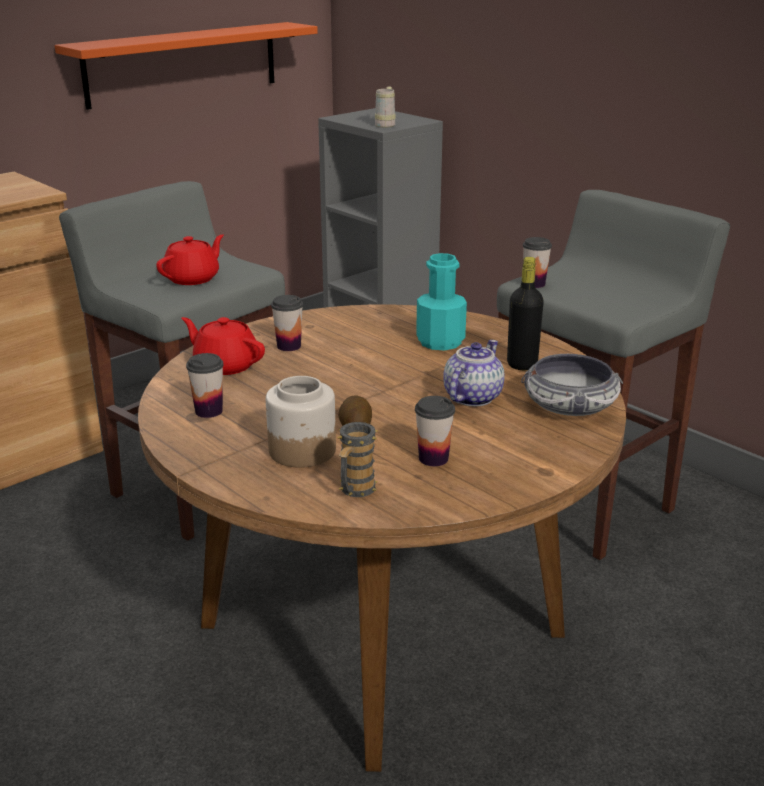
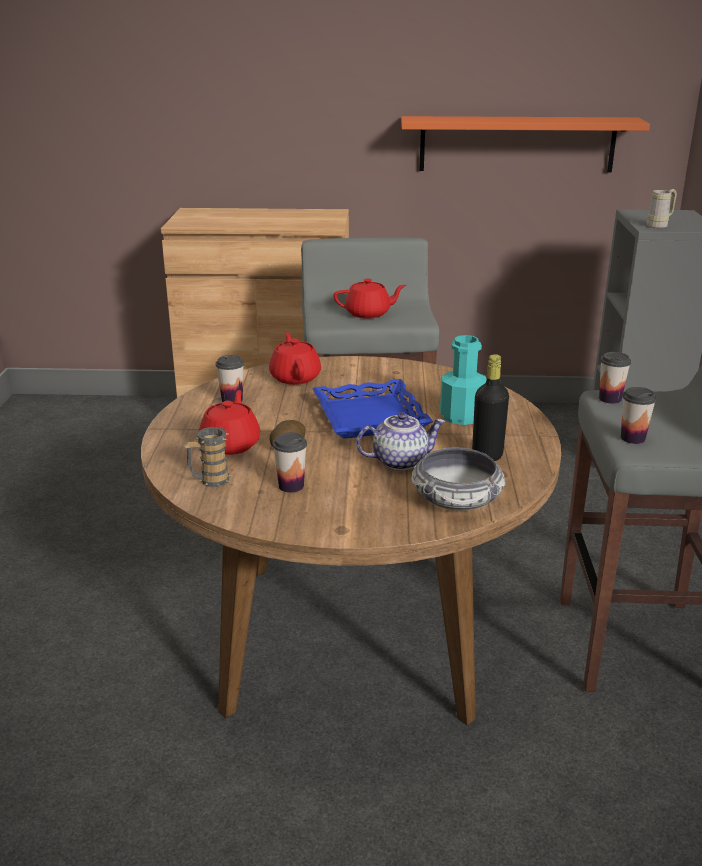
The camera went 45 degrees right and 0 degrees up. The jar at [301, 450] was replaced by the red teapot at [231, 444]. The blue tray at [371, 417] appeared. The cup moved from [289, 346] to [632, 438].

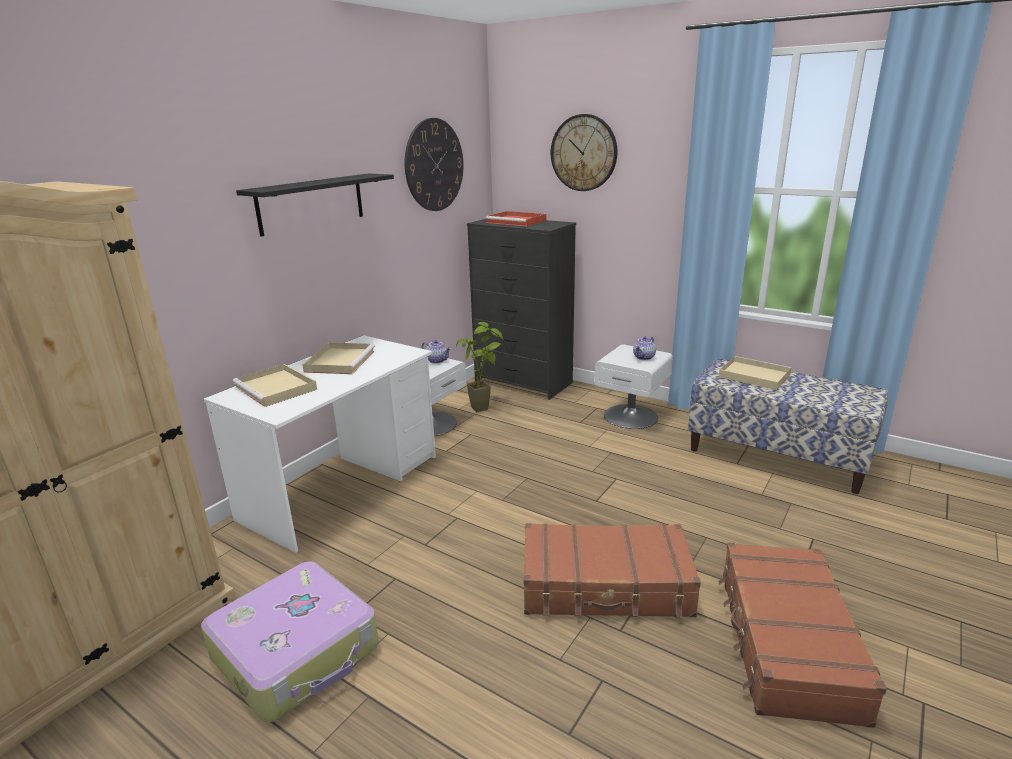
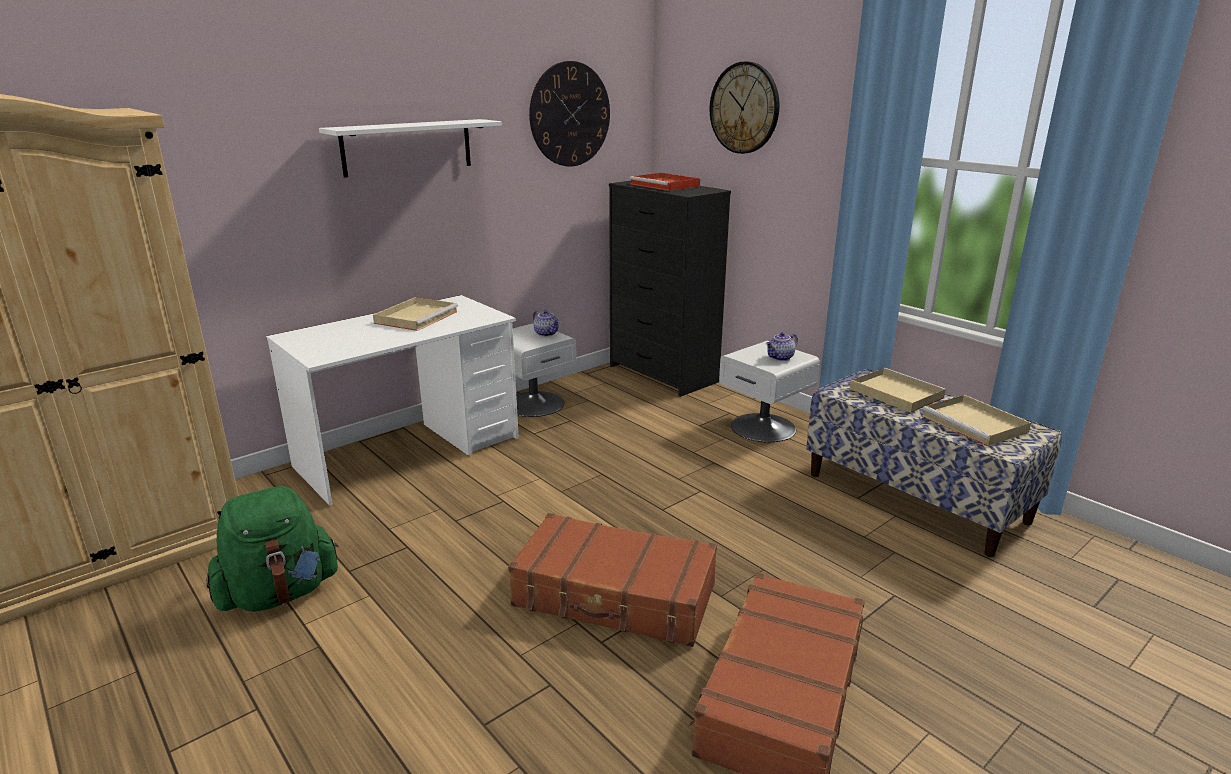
The camera went 15 degrees right and 0 degrees up. The suitcase at [297, 652] was replaced by the green backpack at [280, 593]. The black shelf at [311, 203] became the white shelf at [407, 147]. The beige tray moved from [277, 388] to [976, 424]. The potted plant at [486, 408] disappeared.

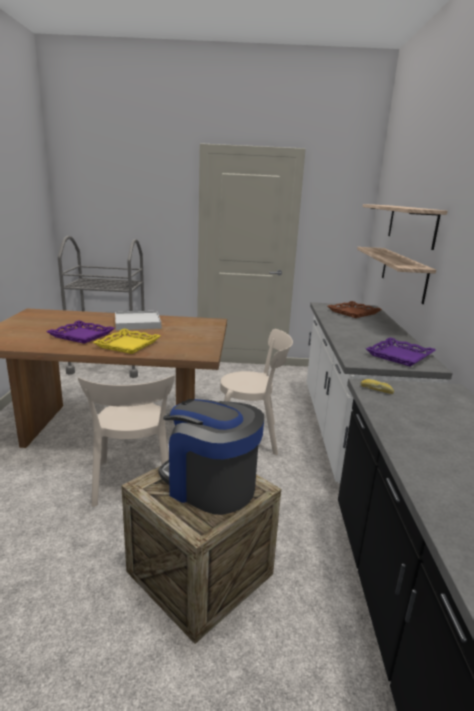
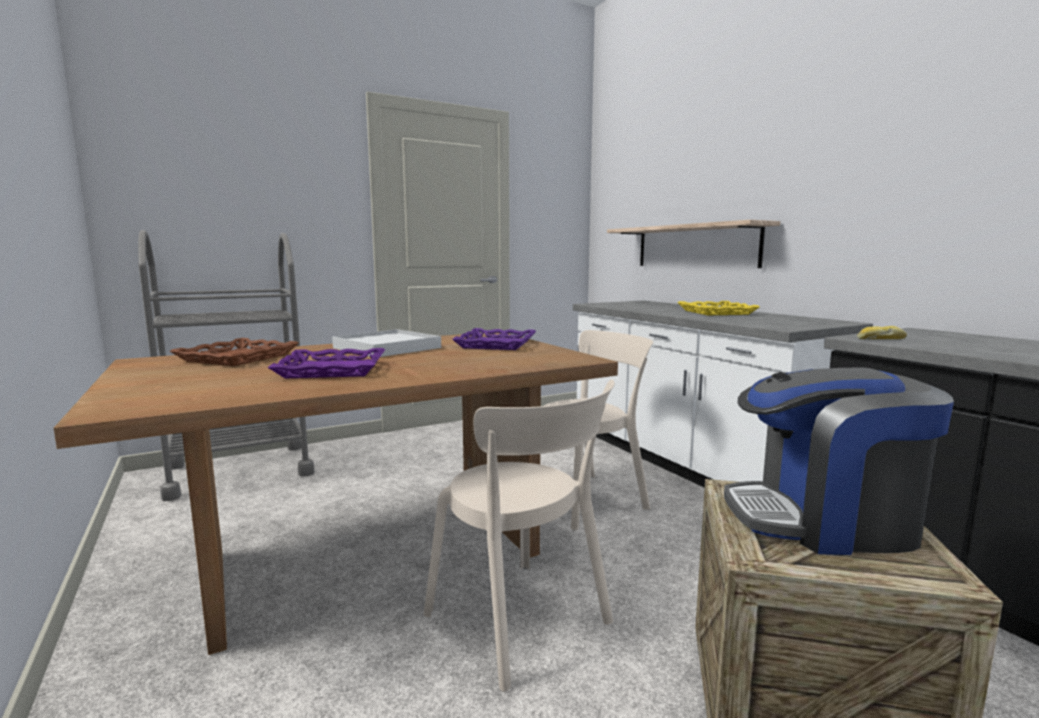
The camera went 30 degrees left and 10 degrees down. The brown tray moved from [354, 313] to [238, 358]. The purple tray moved from [400, 356] to [497, 344]. The yellow tray moved from [128, 345] to [716, 312]. The shelf at [411, 225] disappeared.

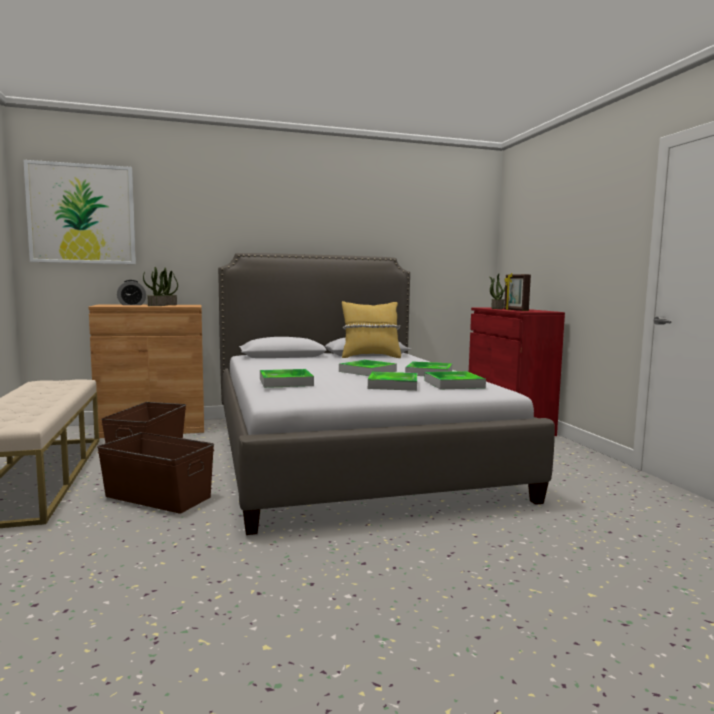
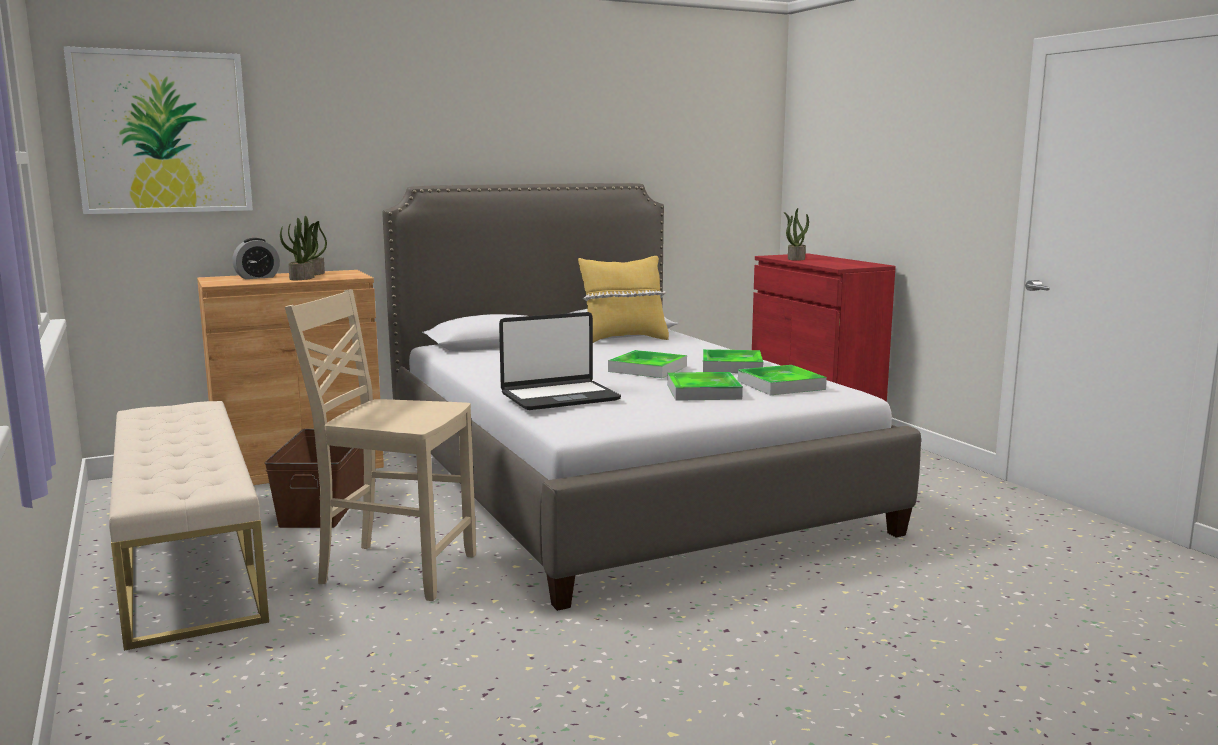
The camera went 10 degrees left and 5 degrees up. The brown storage box at [158, 496] was replaced by the beige chair at [395, 570]. The tray at [286, 382] was replaced by the laptop at [559, 397]. The picture frame at [515, 310] disappeared.

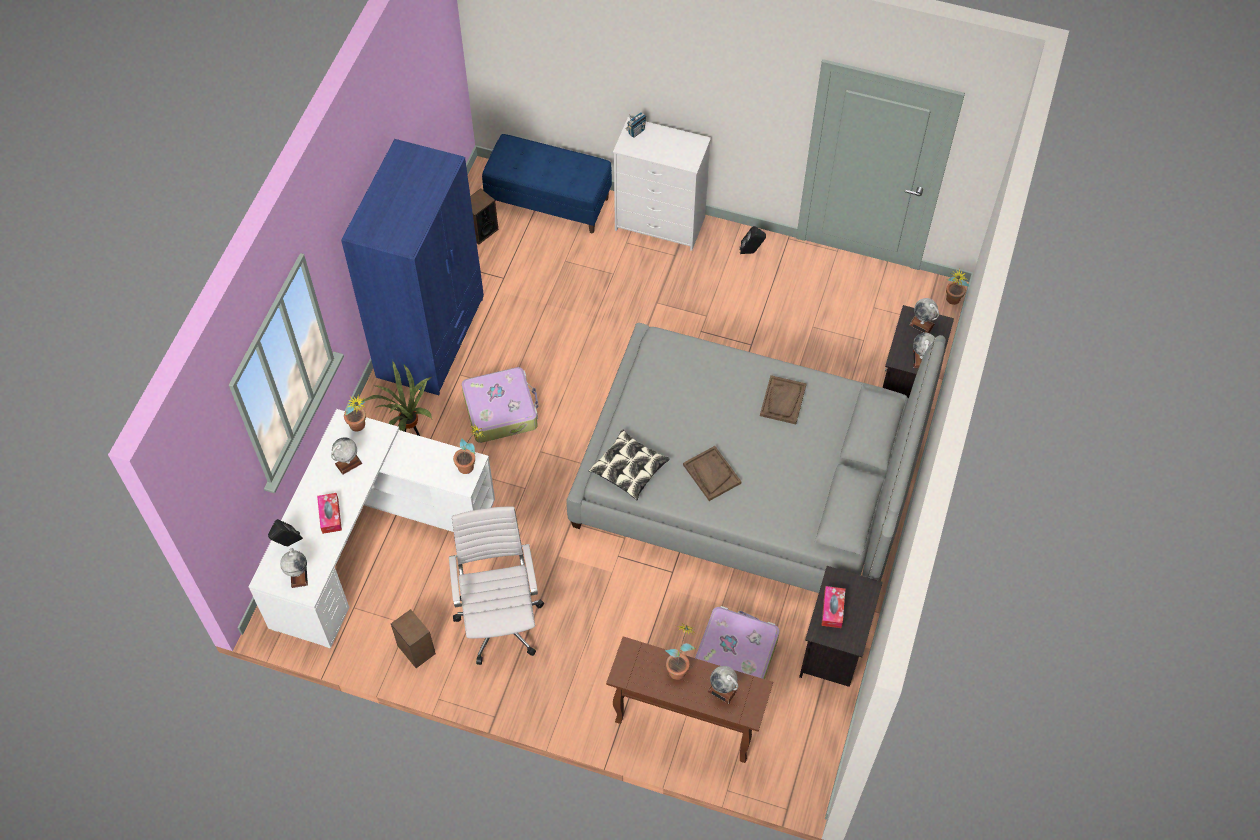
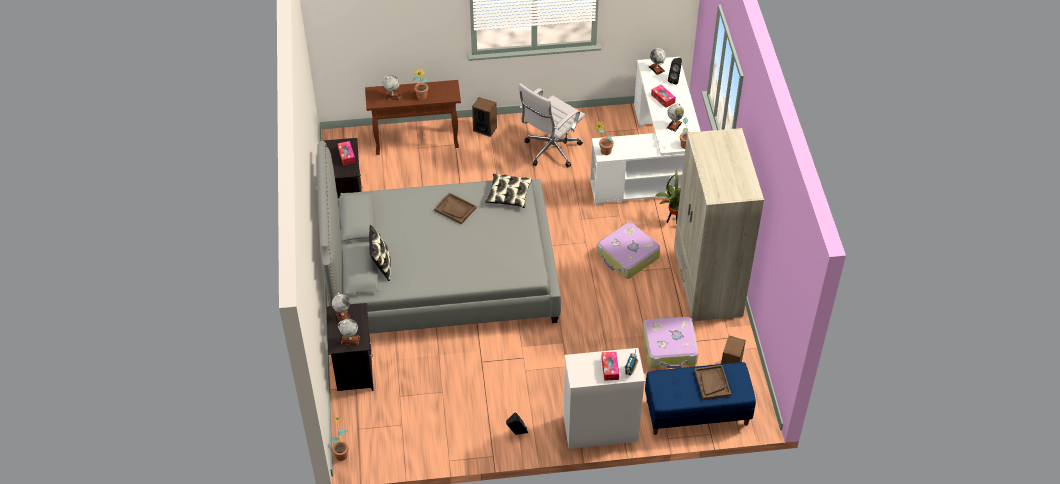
The camera went 155 degrees right and 10 degrees down. The pillow at [381, 265] appeared. The speaker moved from [416, 650] to [485, 129]. The white office chair at [500, 620] turned 75 degrees clockwise. The tissue box at [610, 368] appeared. The suitcase moved from [735, 654] to [670, 348]. The blue wardrobe at [431, 338] became the beige wardrobe at [707, 283]. The brown tray moved from [783, 401] to [712, 383].

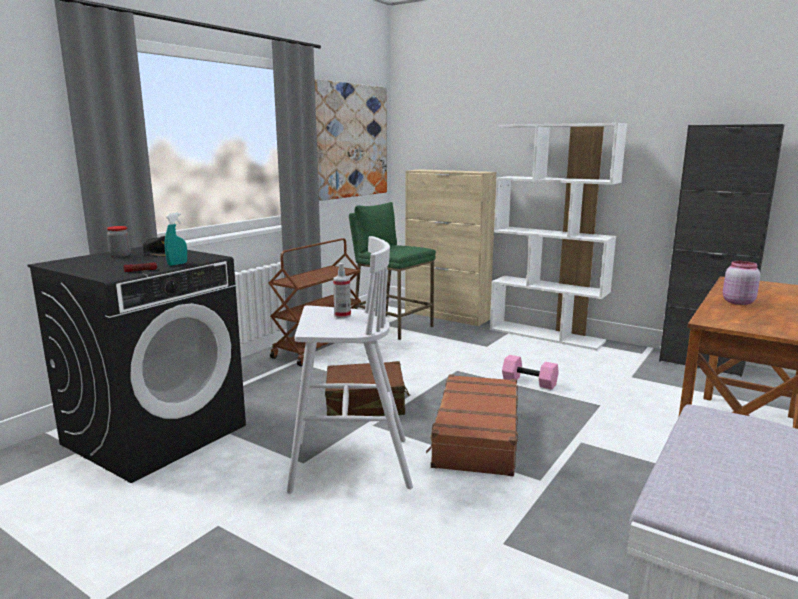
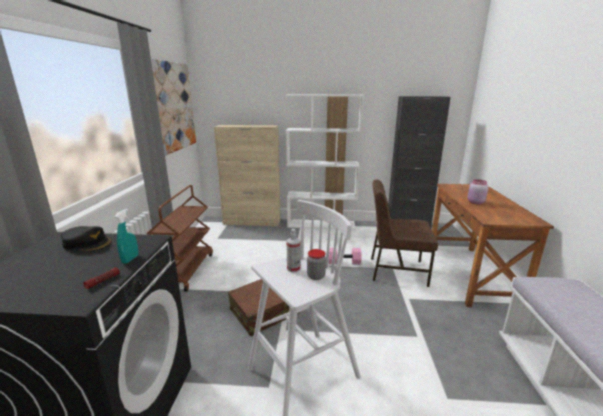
The camera went 30 degrees left and 5 degrees up. The jar moved from [120, 255] to [316, 276]. The brown chair at [396, 271] appeared. The green stool at [392, 326] disappeared. The brown suitcase at [475, 436] disappeared.

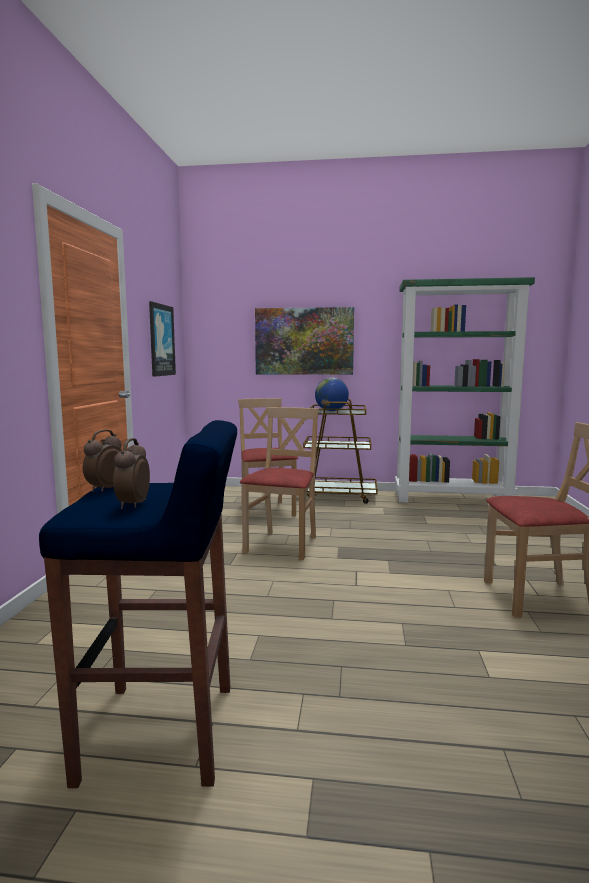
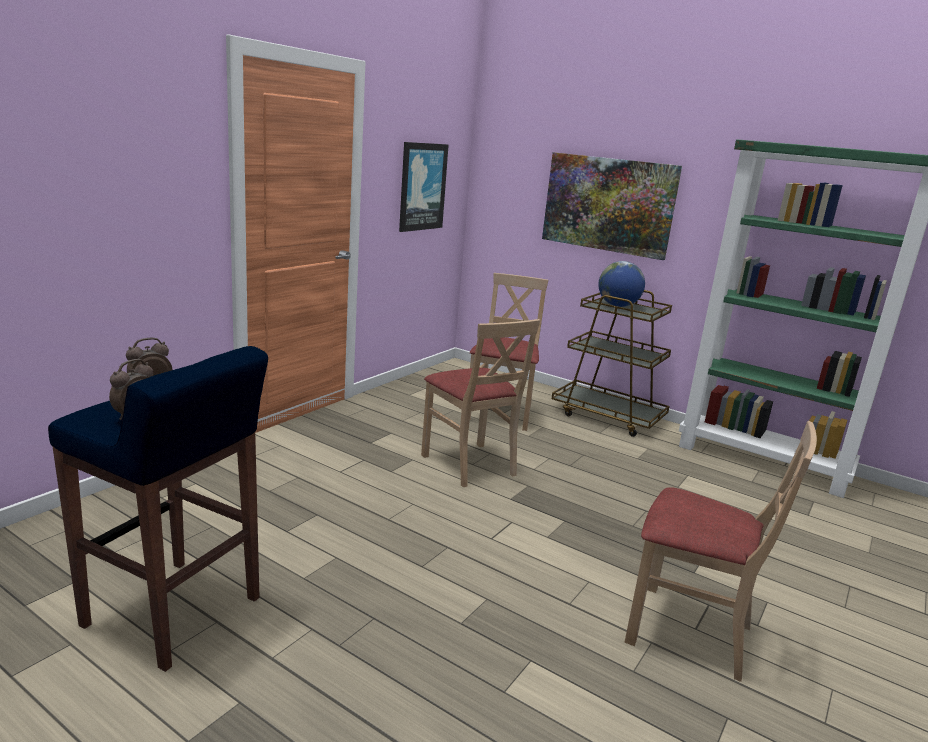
The camera went 25 degrees right and 10 degrees up. The beige chair at [283, 545] turned 105 degrees clockwise.

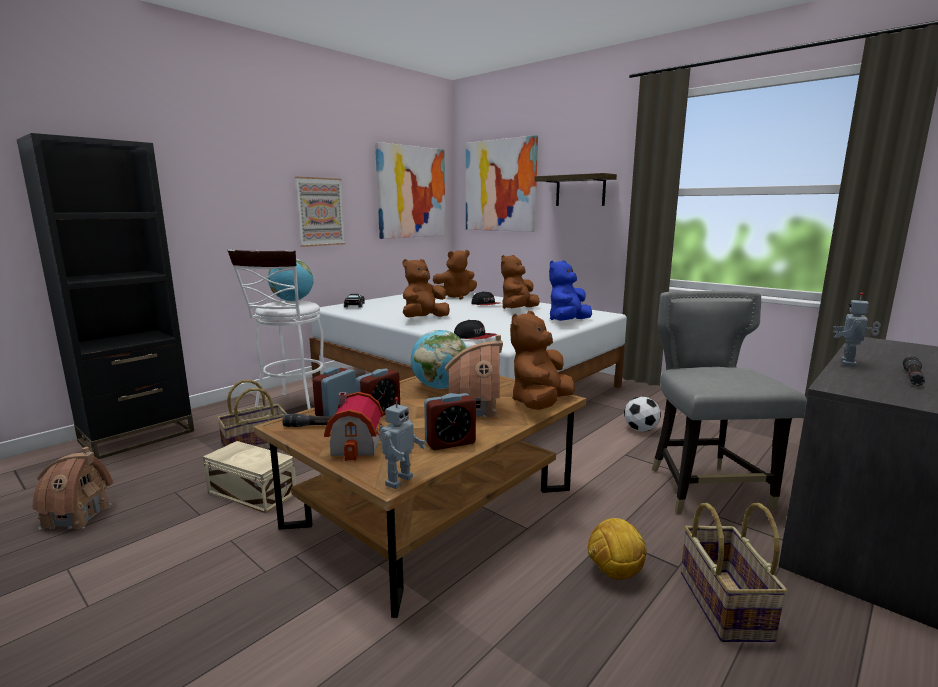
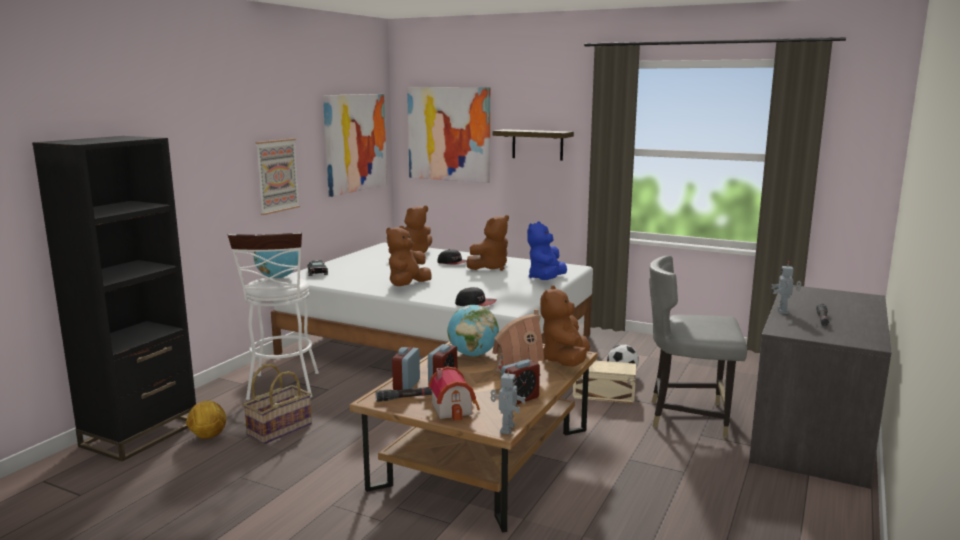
The camera went 15 degrees left and 0 degrees up. The football moved from [615, 573] to [208, 437]. The brown plush toy at [518, 310] turned 150 degrees counterclockwise. The beige storage box moved from [252, 492] to [602, 394]. The grey chair at [706, 490] turned 60 degrees counterclockwise. The toy house at [77, 516] disappeared. The basket at [722, 604] disappeared.

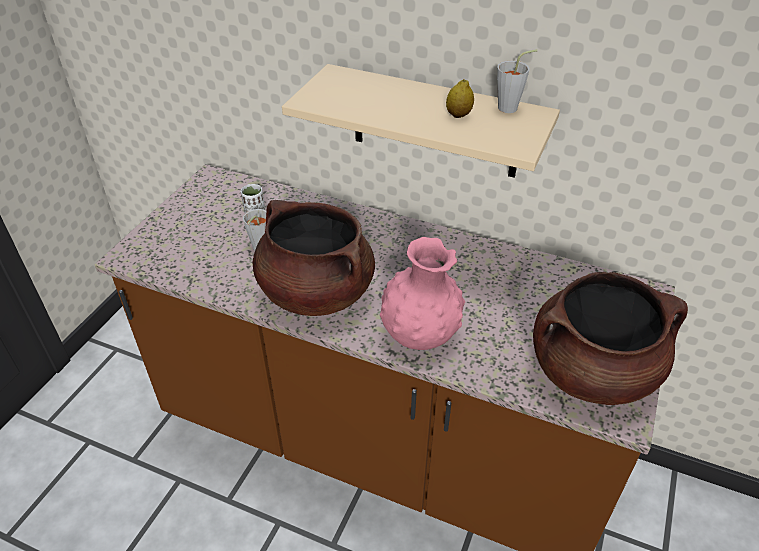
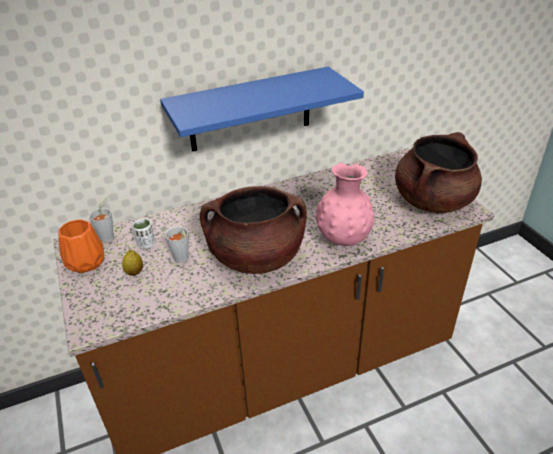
The camera went 45 degrees left and 5 degrees down. The orange vase at [87, 262] appeared. The grey cup moved from [512, 107] to [109, 236]. The lemon moved from [458, 115] to [134, 272]. The beige shelf at [435, 122] became the blue shelf at [250, 110].

